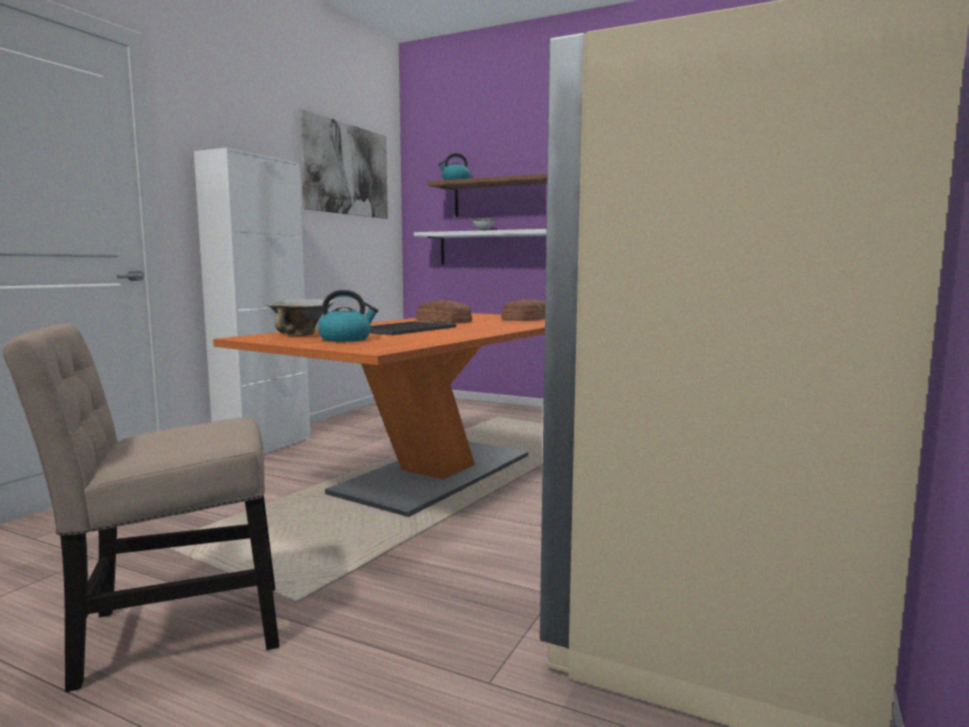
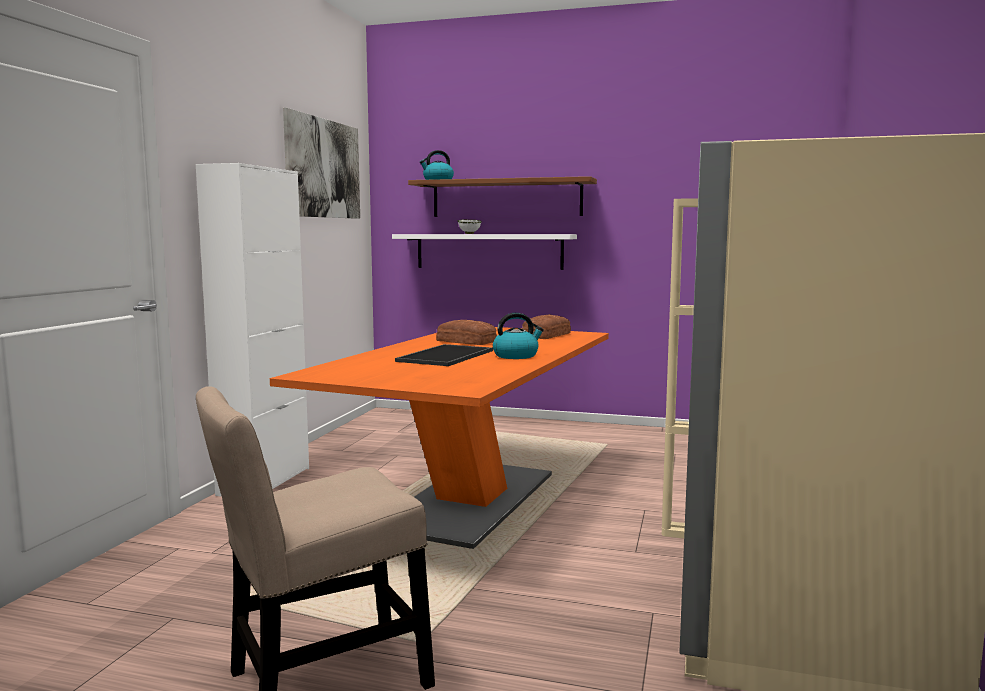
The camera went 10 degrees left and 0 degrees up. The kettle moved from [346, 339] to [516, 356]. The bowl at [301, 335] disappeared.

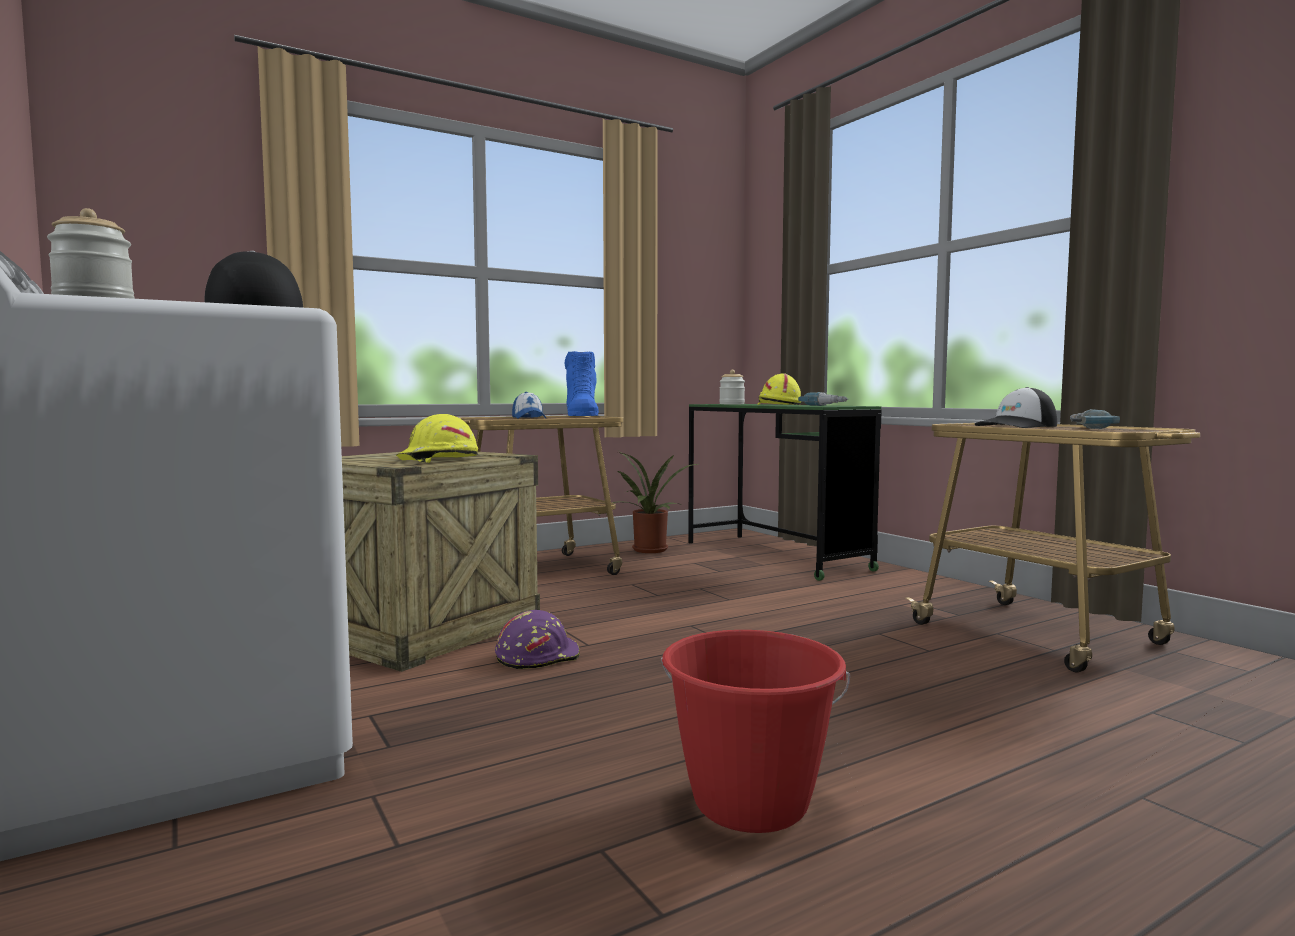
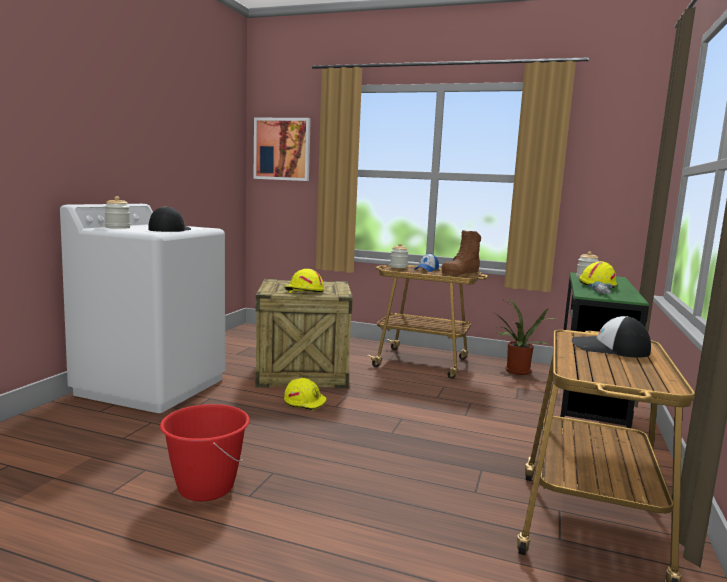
The camera went 50 degrees right and 5 degrees up. The picture at [282, 149] appeared. The purple hard hat at [537, 656] became the yellow hard hat at [305, 402]. The jar at [398, 267] appeared. The blue boot at [581, 416] became the brown boot at [460, 272]. The power drill at [1077, 428] disappeared.

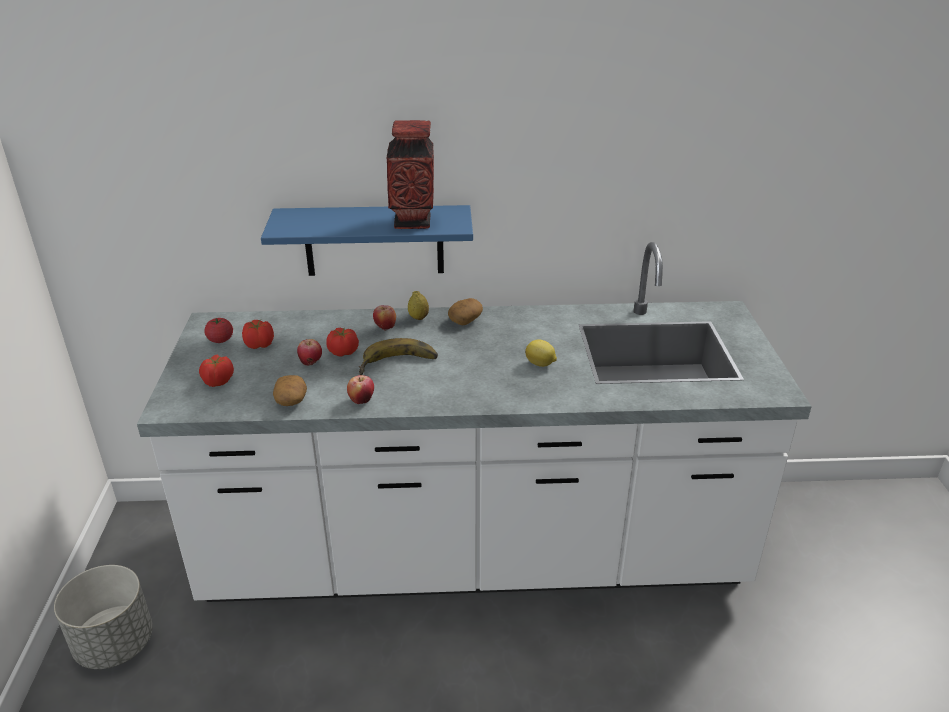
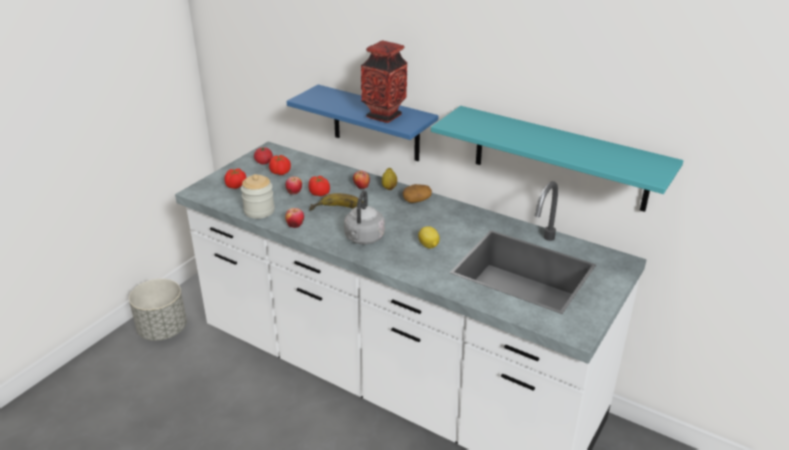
The camera went 35 degrees right and 0 degrees up. The potato at [291, 401] was replaced by the jar at [259, 211]. The grey kettle at [364, 239] appeared. The turquoise shelf at [560, 158] appeared.

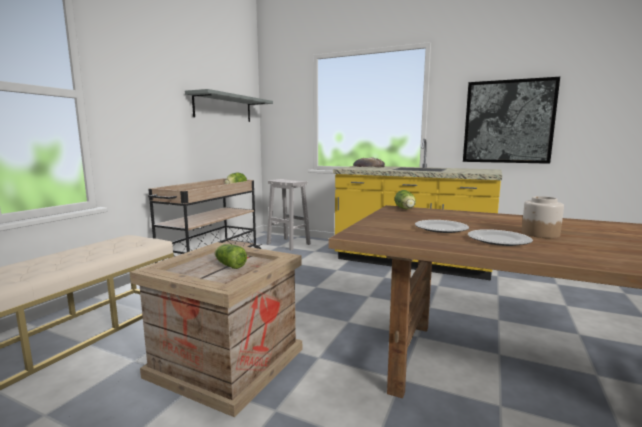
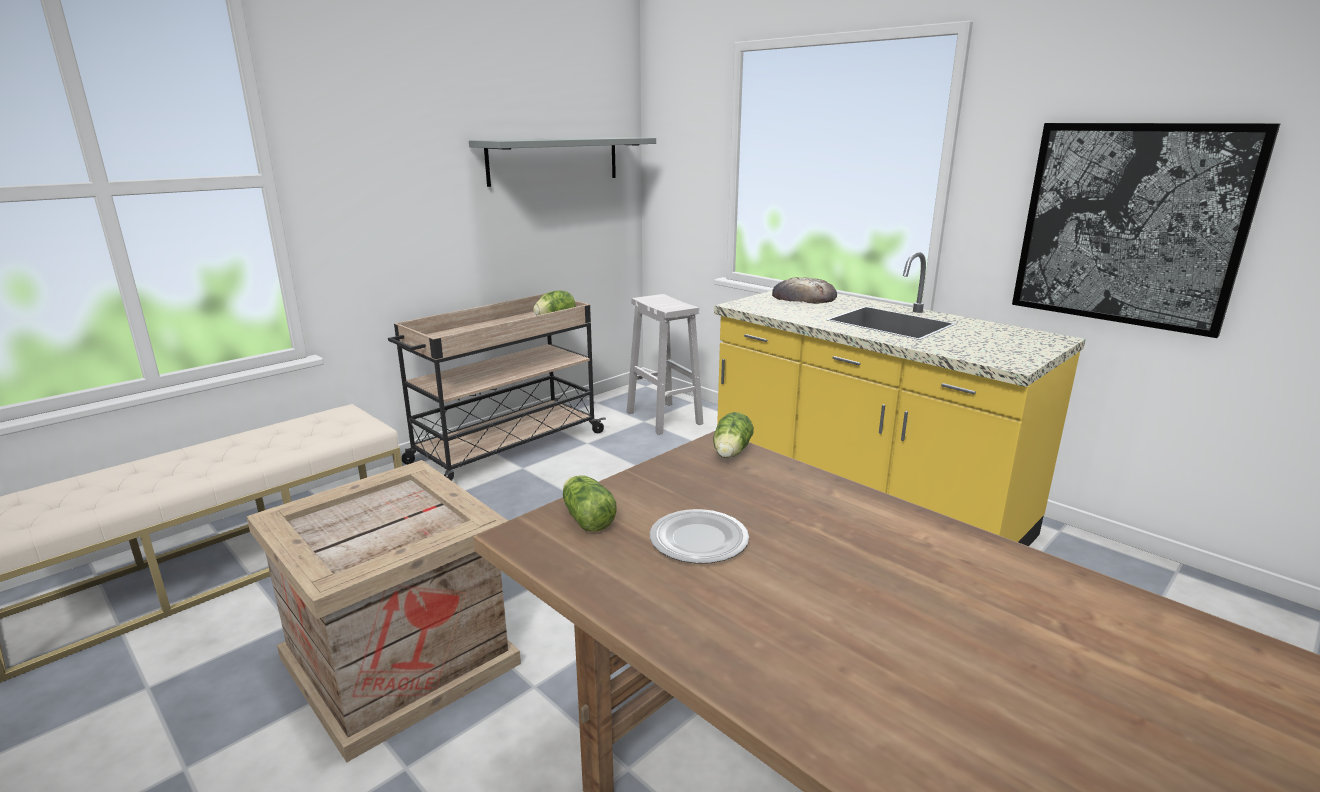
The camera went 20 degrees right and 10 degrees up. The lettuce moved from [229, 265] to [586, 517]. The plate at [499, 240] disappeared. The jar at [539, 234] disappeared.

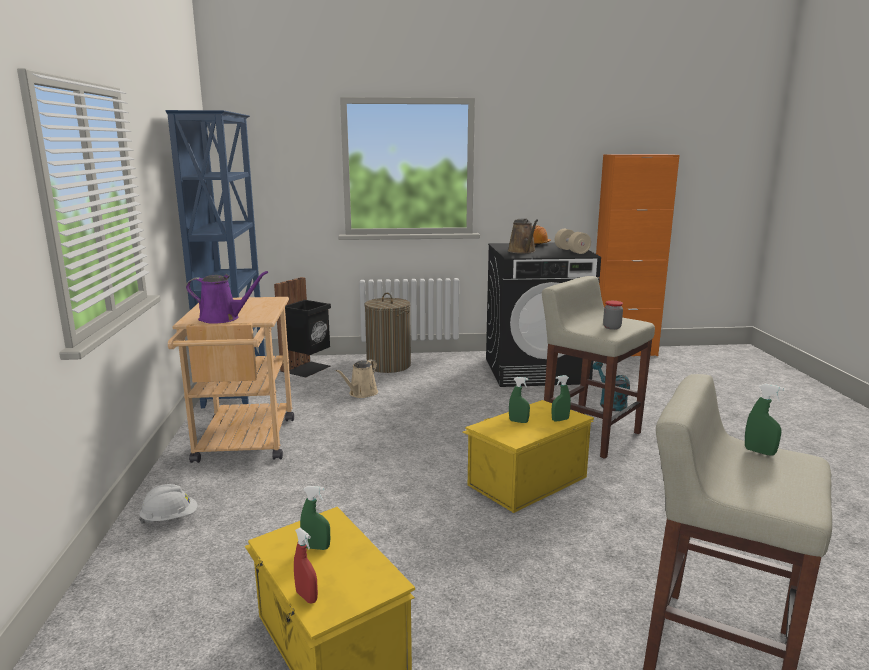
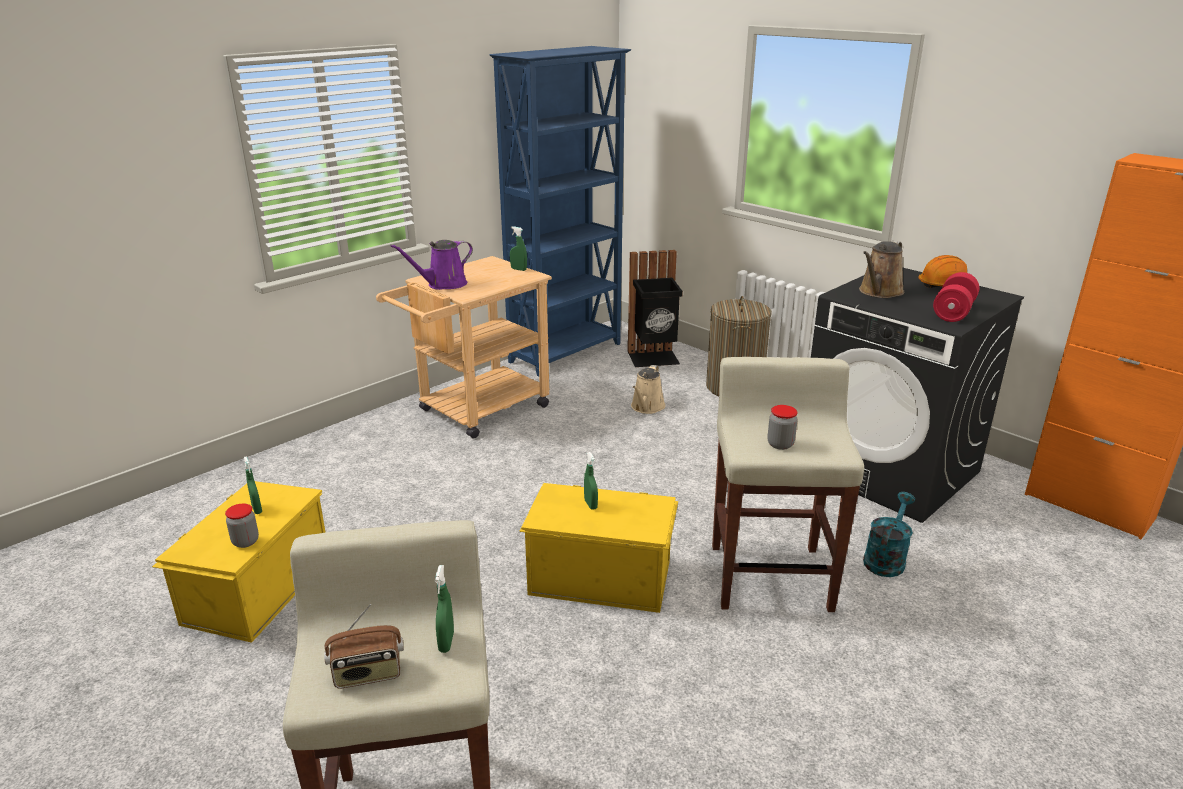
The camera went 50 degrees right and 10 degrees up. The jar at [245, 541] appeared. The radio at [368, 674] appeared. The purple watering can at [223, 318] turned 90 degrees clockwise. The green spray bottle moved from [560, 420] to [518, 269]. The beige watering can at [361, 393] turned 60 degrees counterclockwise. The beige dumbbell at [571, 251] became the red dumbbell at [953, 312]. The white hard hat at [170, 519] disappeared. The red spray bottle at [306, 597] disappeared.

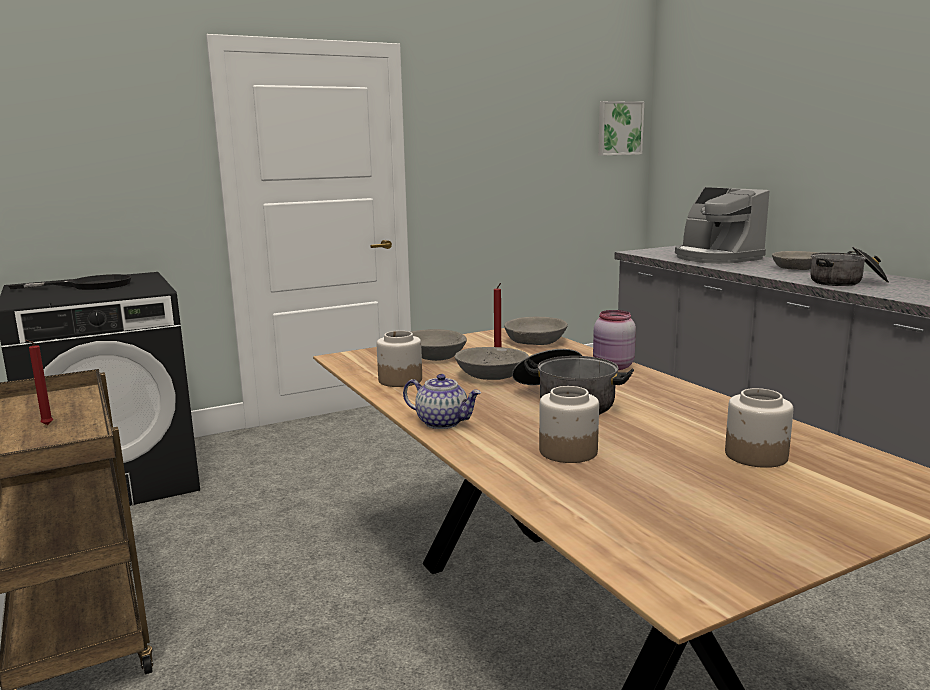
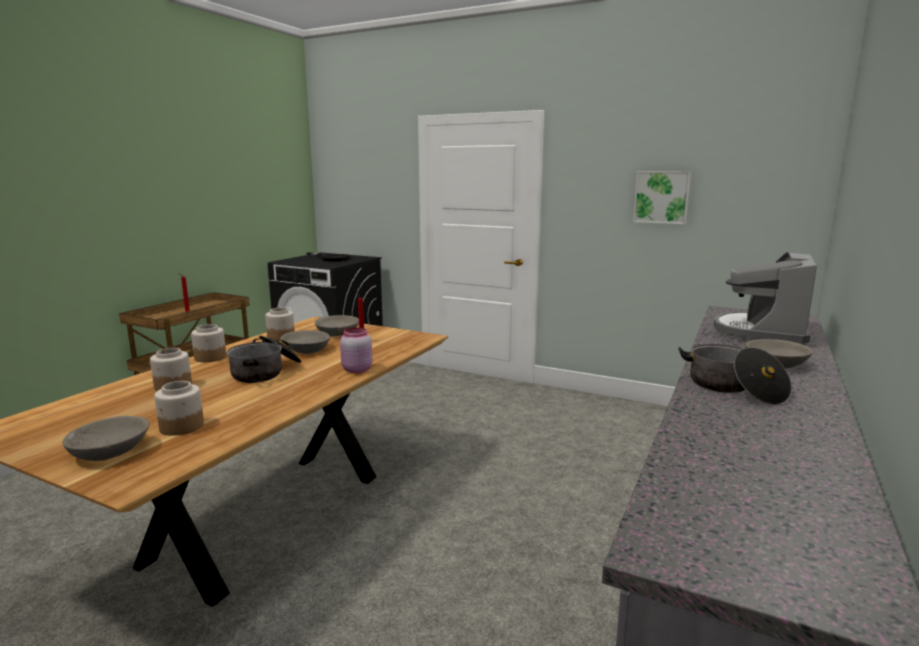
The camera went 55 degrees right and 0 degrees up. The grey bowl moved from [535, 342] to [110, 451]. The teapot at [443, 422] was replaced by the jar at [210, 357]. The picture moved from [619, 128] to [661, 197].

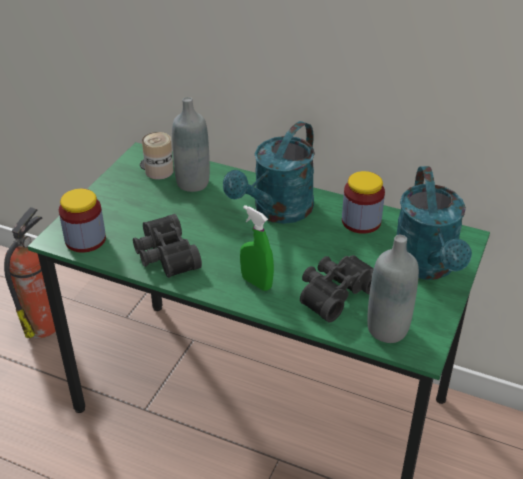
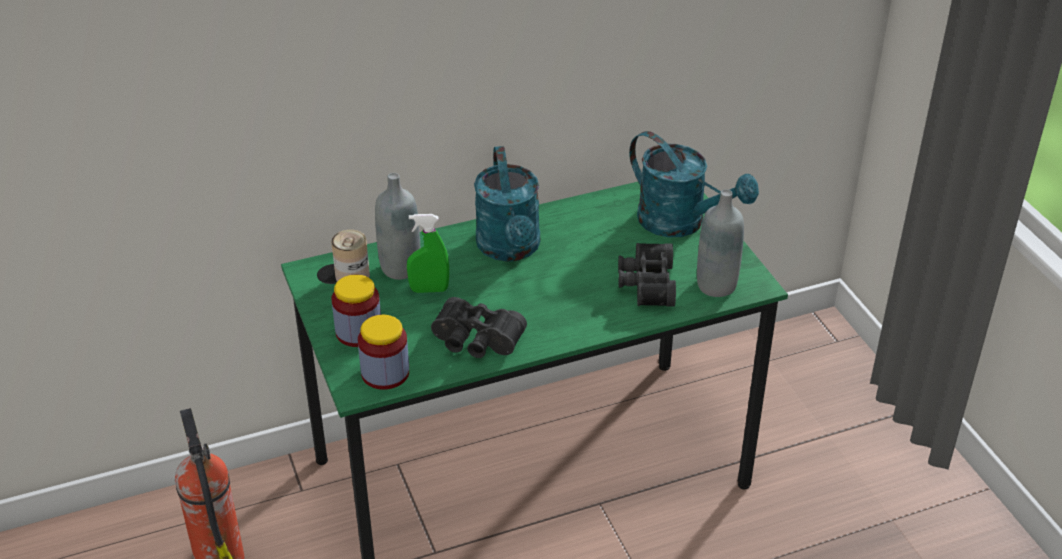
The camera went 45 degrees left and 0 degrees up. The jar moved from [361, 221] to [359, 332]. The green spray bottle moved from [256, 283] to [429, 290].

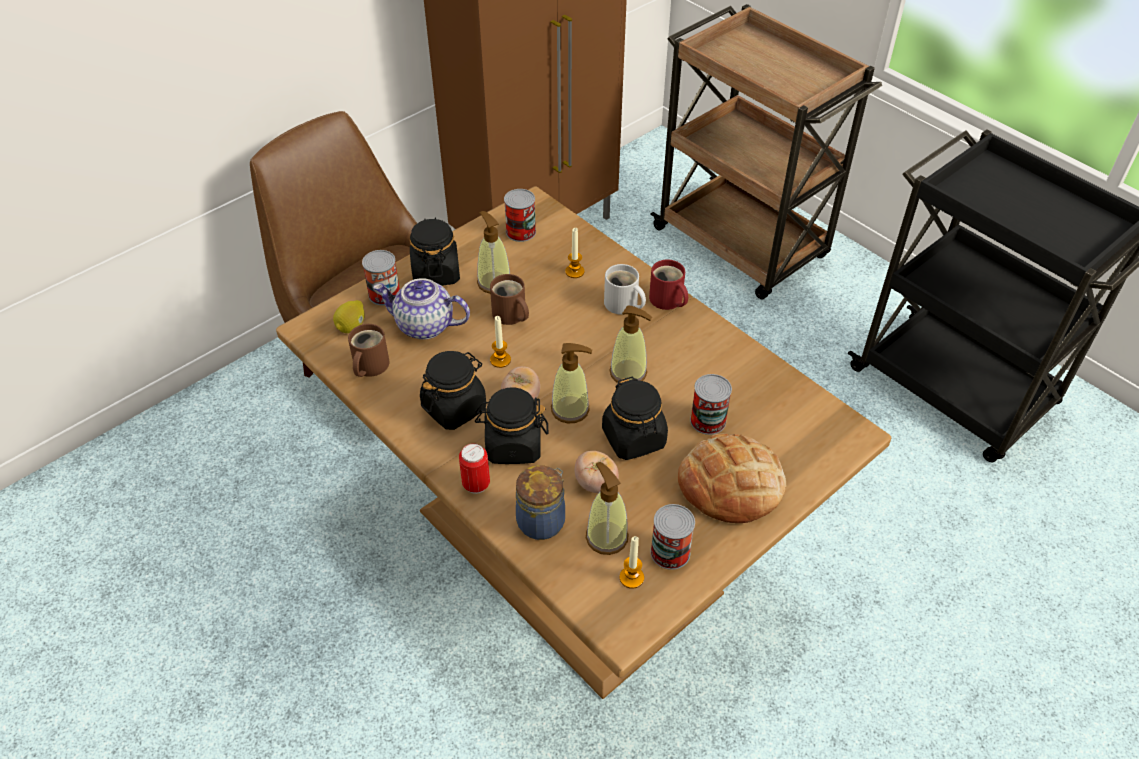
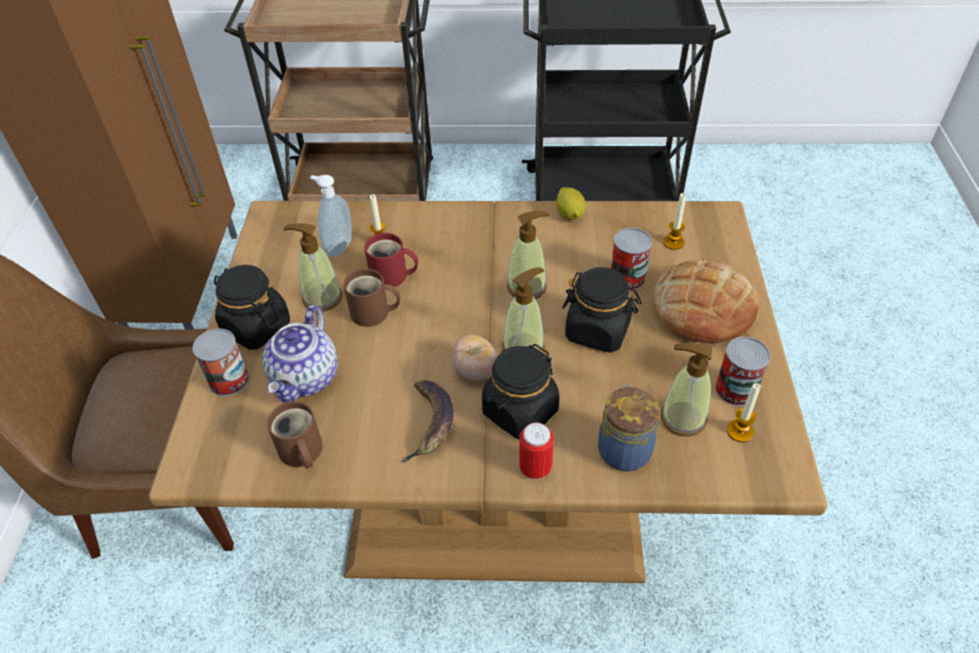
The camera went 45 degrees left and 0 degrees up. The teapot at [424, 326] turned 45 degrees counterclockwise. The soap dispenser at [337, 247] appeared. The red mug moved from [667, 301] to [392, 277]. The black jar at [454, 407] was replaced by the banana at [429, 423]. The lemon moved from [352, 326] to [570, 214]. The candle moved from [500, 360] to [673, 242]. The can at [521, 231] disappeared. The tomato at [596, 483] disappeared. The white mug at [622, 305] disappeared.

